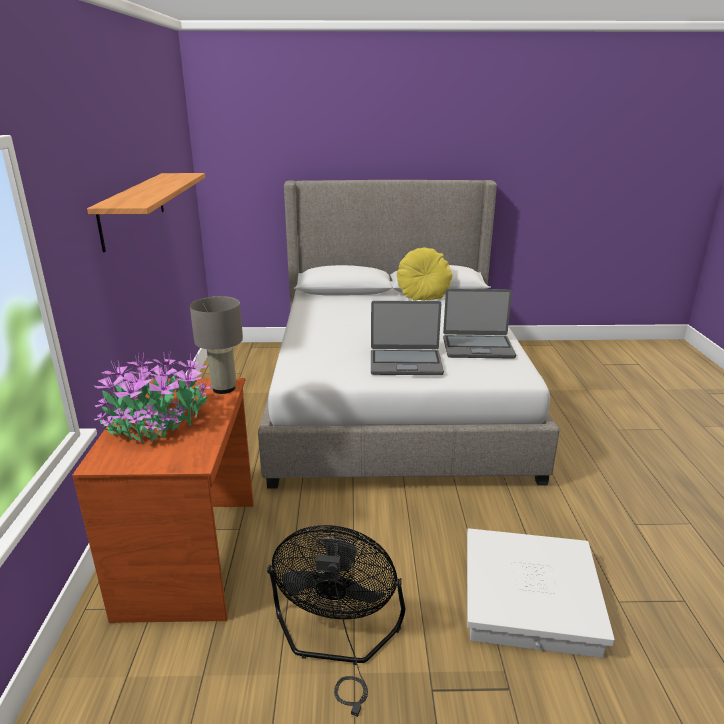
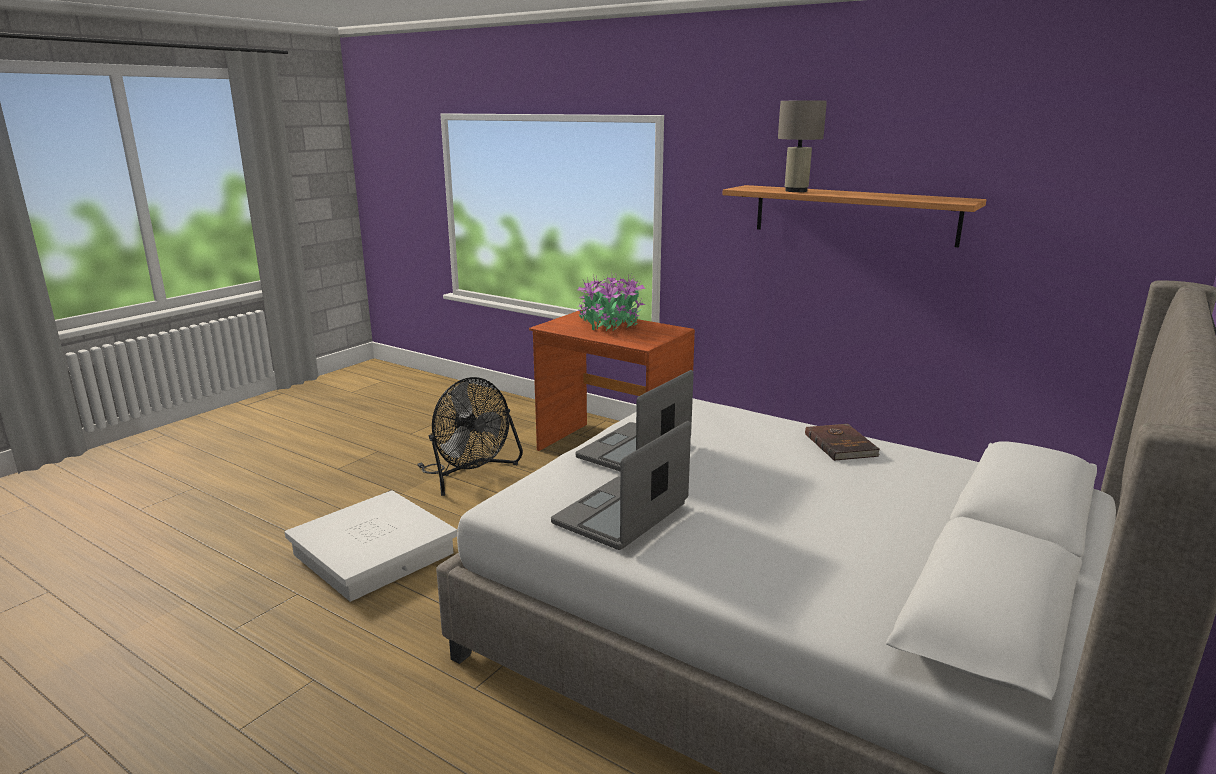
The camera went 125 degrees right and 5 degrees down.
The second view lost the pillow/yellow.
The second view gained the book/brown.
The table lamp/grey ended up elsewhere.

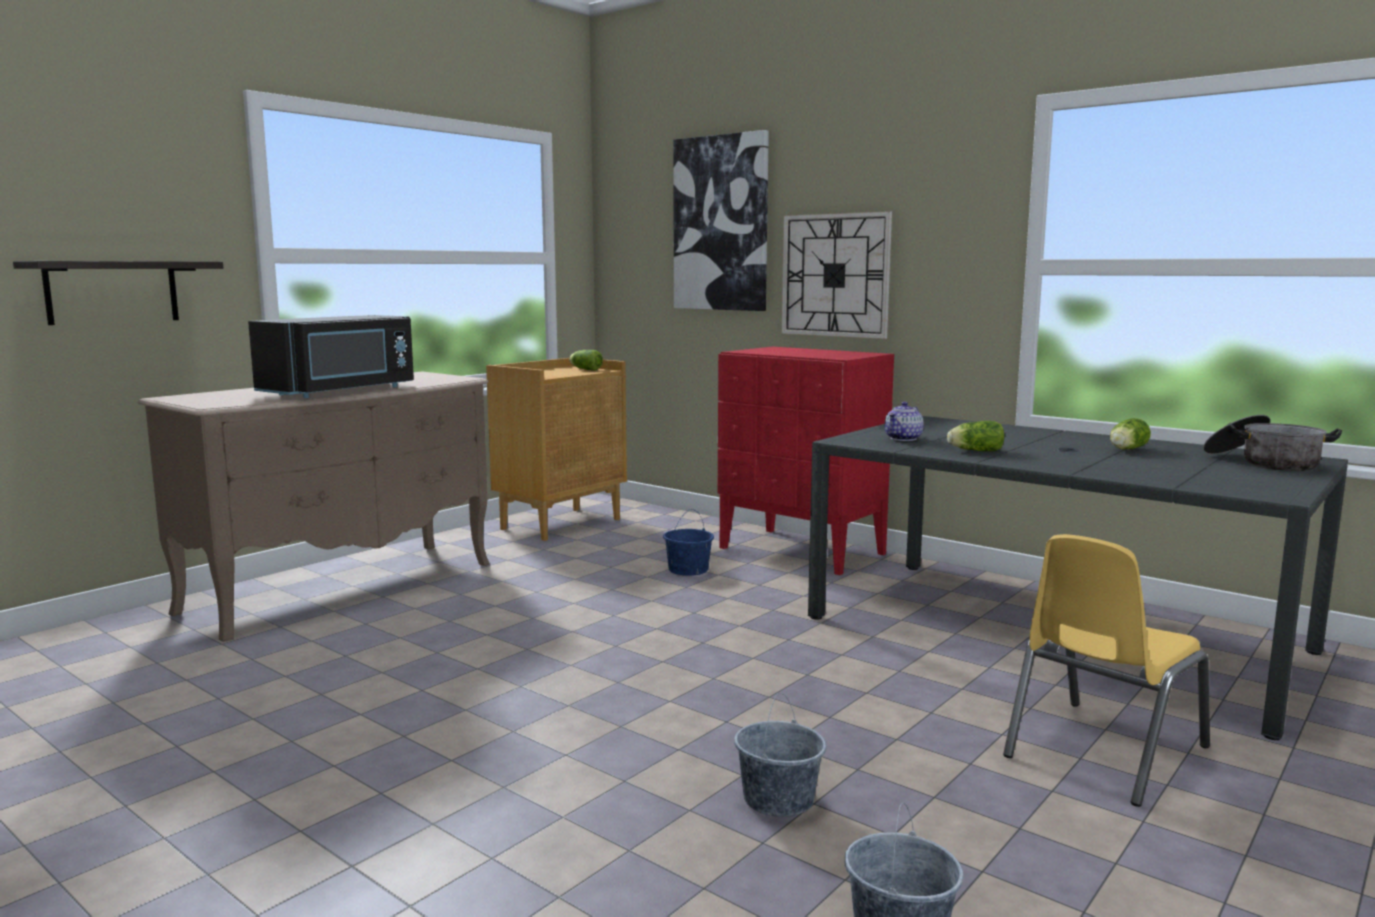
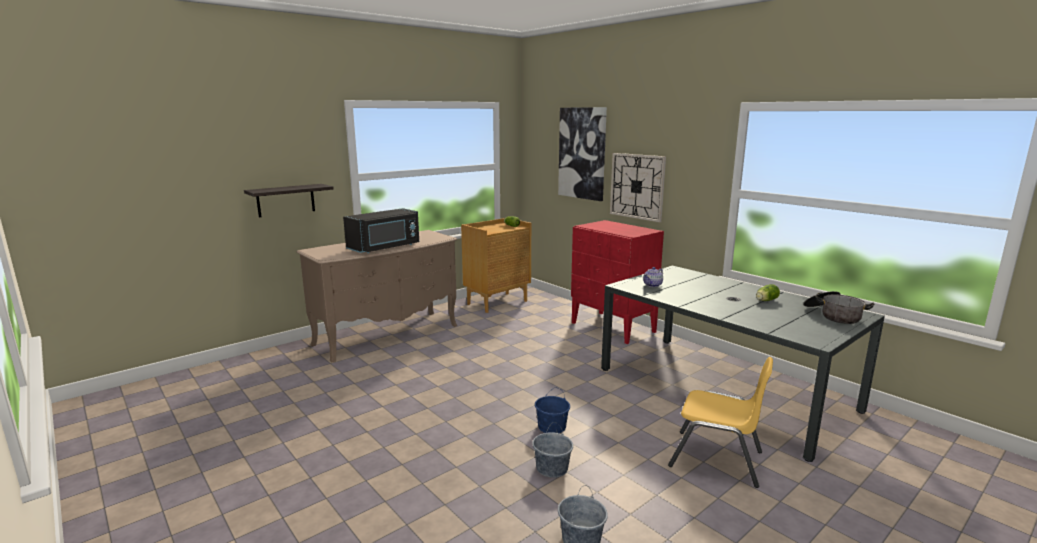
The camera went 10 degrees right and 5 degrees up.
The second view lost the lettuce (no. 2 from left).
The bucket/blue ended up elsewhere.
The chair/yellow ended up facing another way, 120 degrees counterclockwise from before.

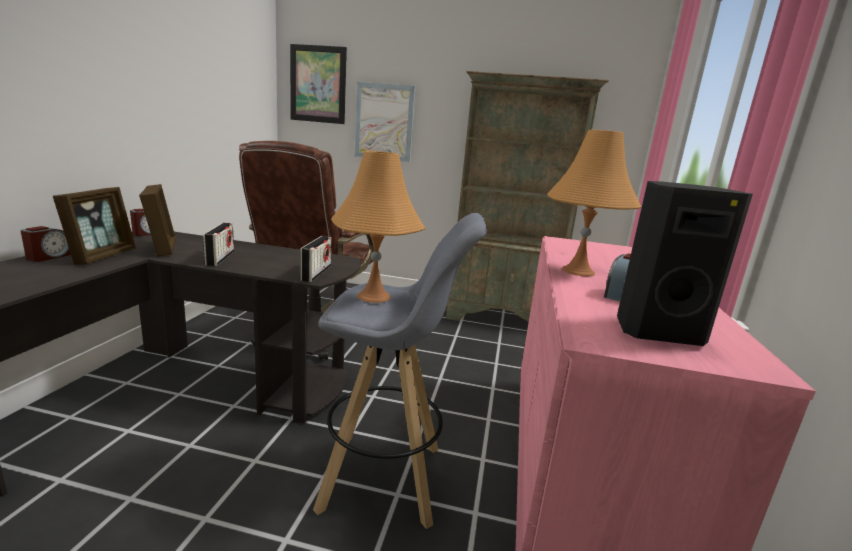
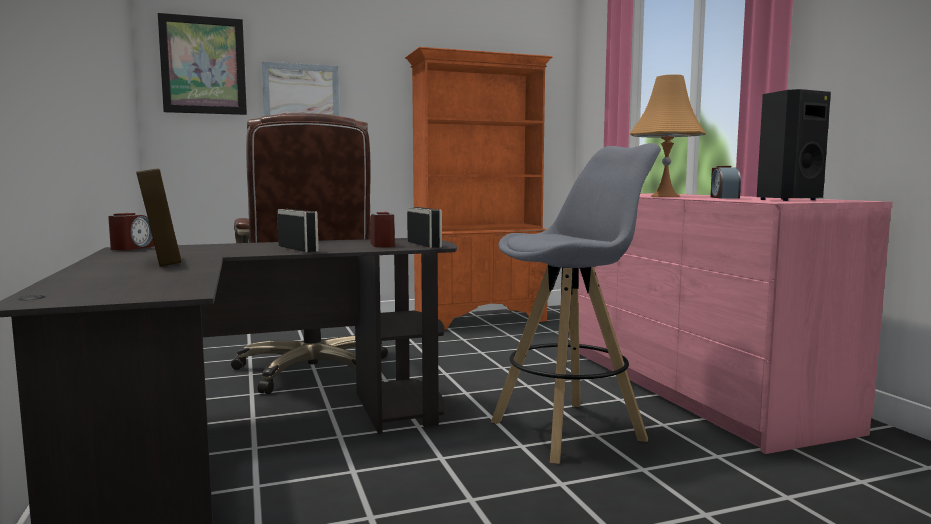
The camera went 30 degrees left and 10 degrees down.
The second view lost the picture frame (no. 2 from left).
The second view lost the table lamp/orange (no. 1 from left).
The alarm clock (no. 1 from left in the first image) ended up elsewhere.
What was the bookcase/green turned into the bookcase/orange.

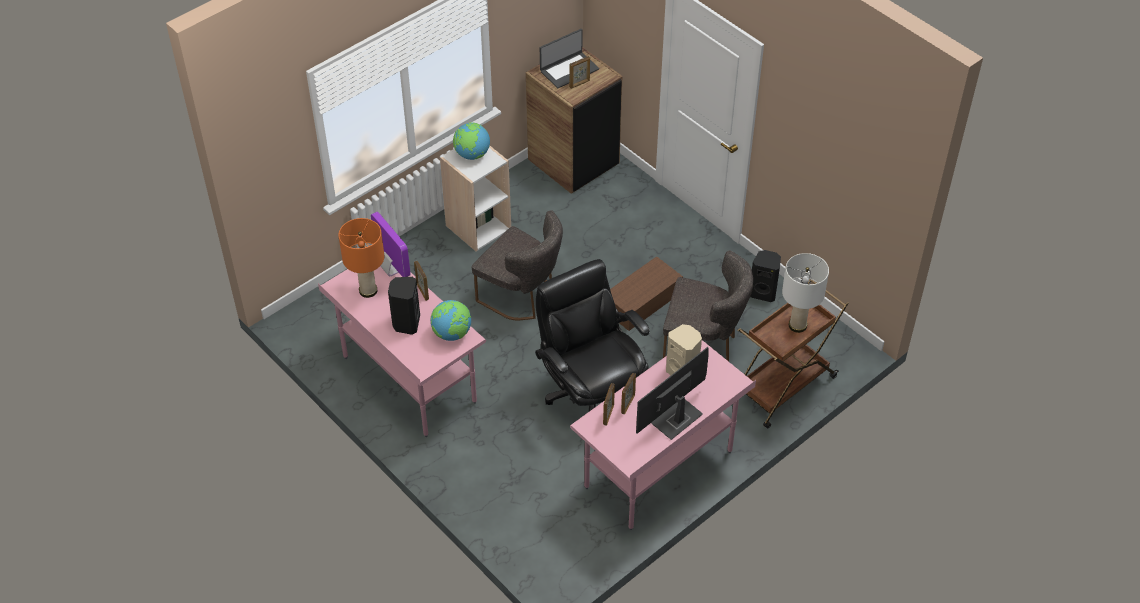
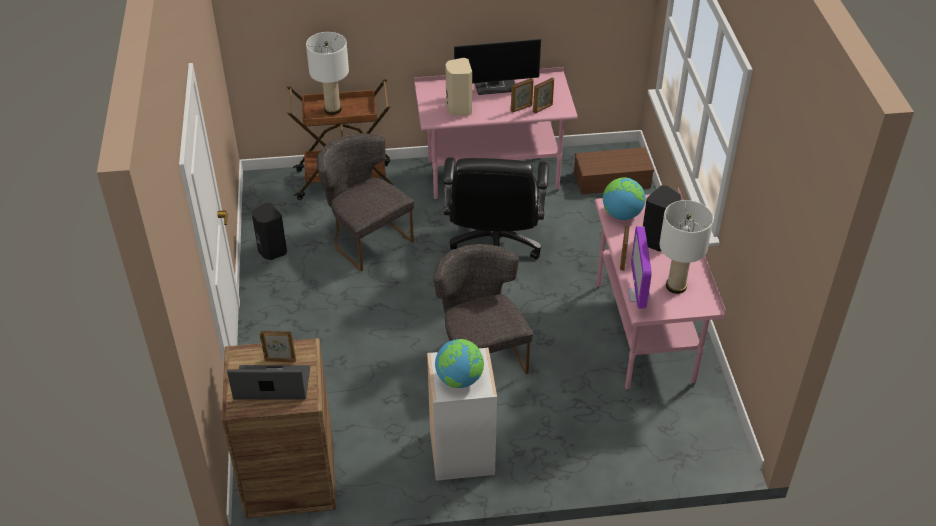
The camera went 145 degrees left and 5 degrees down.
The storage box/brown ended up elsewhere.
What was the table lamp/orange turned into the table lamp/white (no. 2 from left).

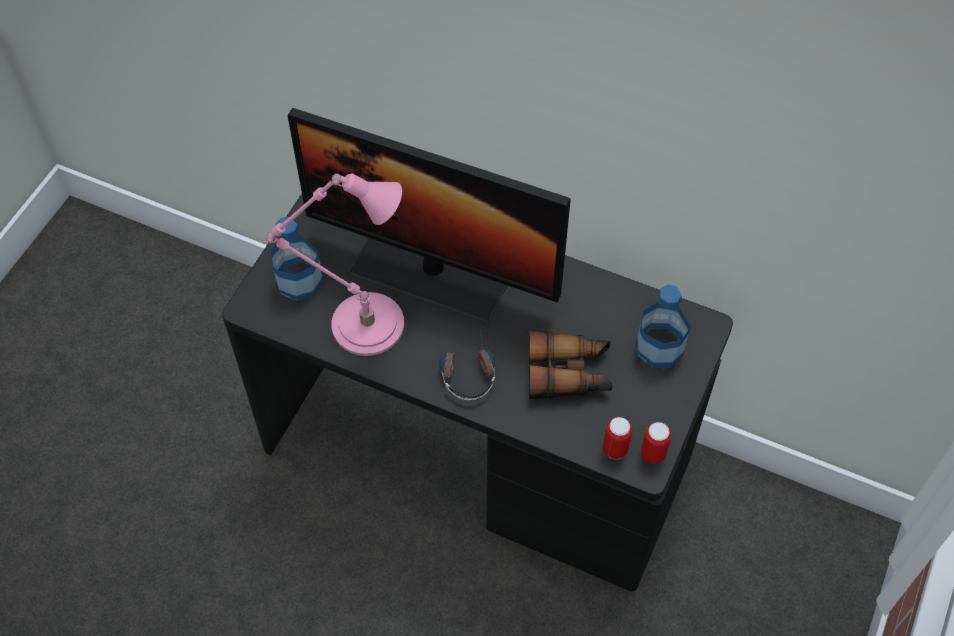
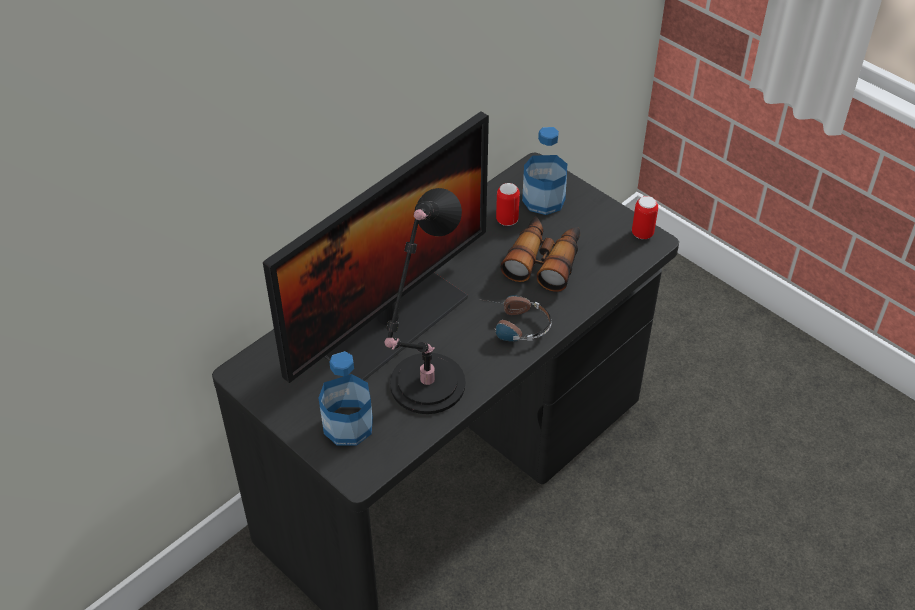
The camera went 70 degrees left and 10 degrees down.
The can (no. 1 from left) ended up elsewhere.
What was the table lamp/pink turned into the table lamp/black.

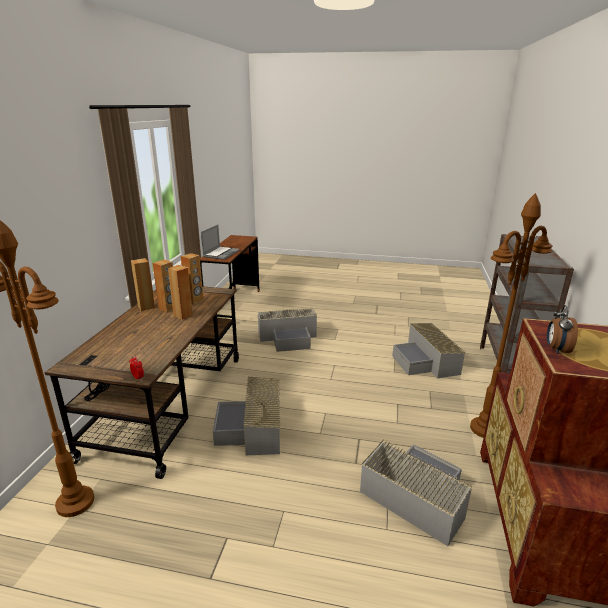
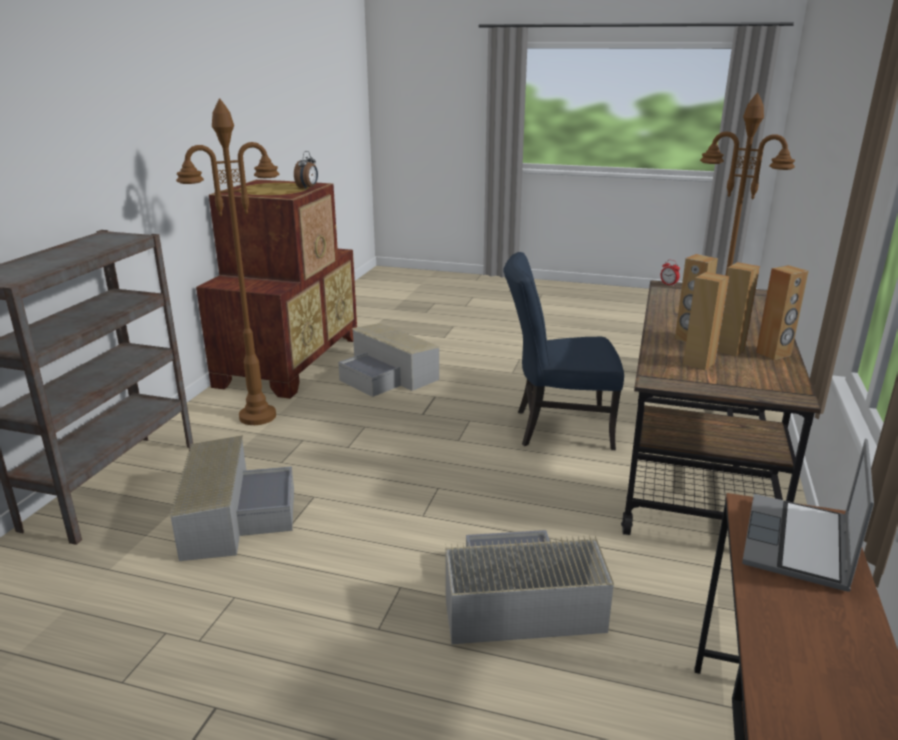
The camera went 175 degrees left and 0 degrees up.
Where the storage box/grey (no. 1 from left) stood, the chair/blue came to stand.

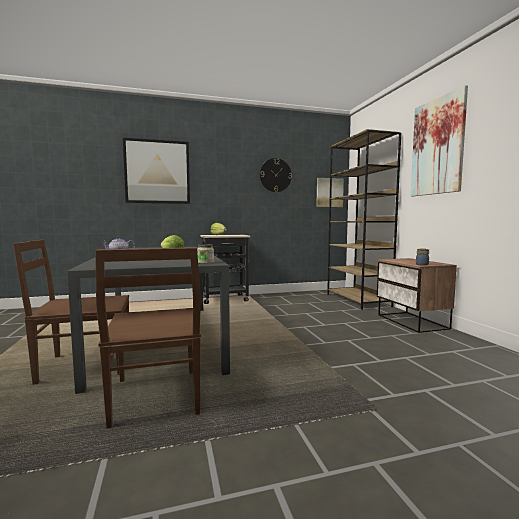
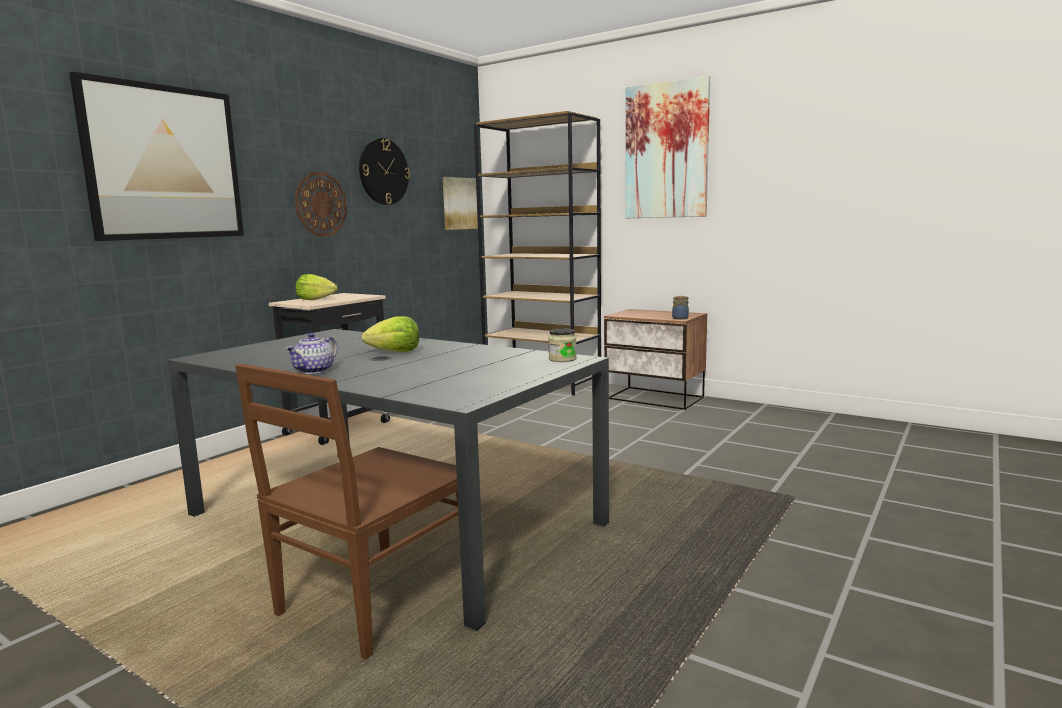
The camera went 40 degrees left and 5 degrees up.
The second view lost the chair/brown (no. 2 from left).
The second view gained the wall clock (no. 1 from left).

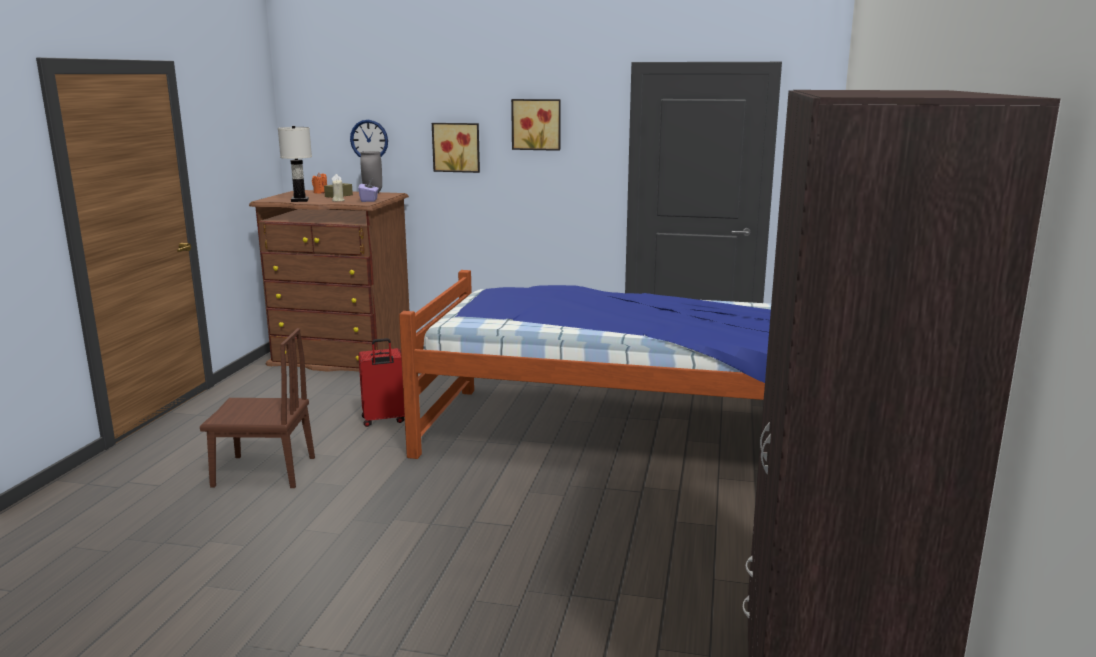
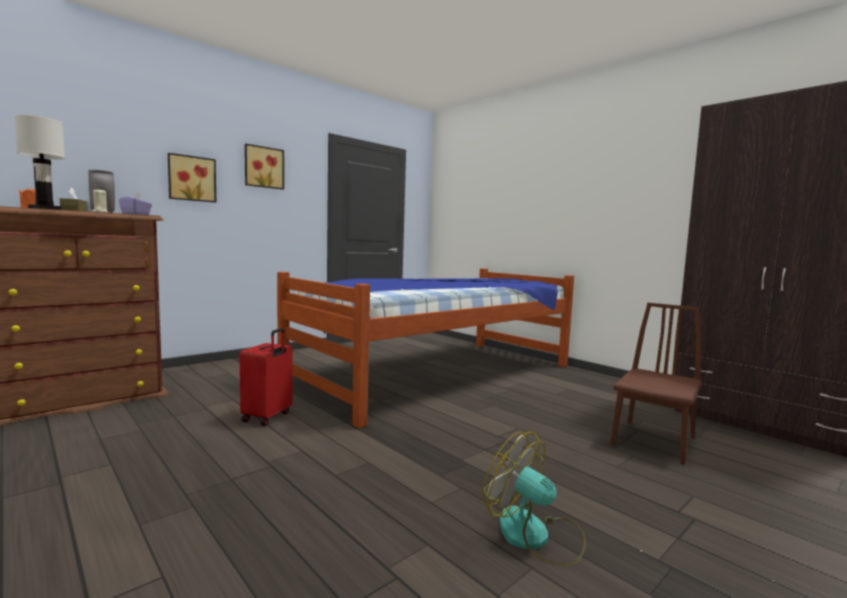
The camera went 55 degrees left and 10 degrees down.
The second view lost the wall clock.
The second view gained the fan.
The chair/brown ended up elsewhere.

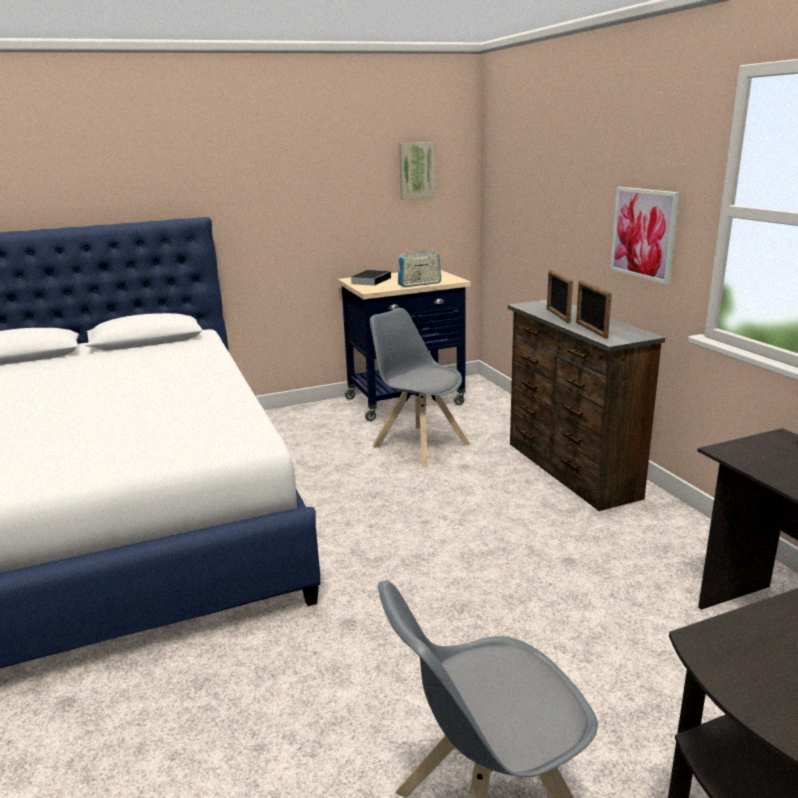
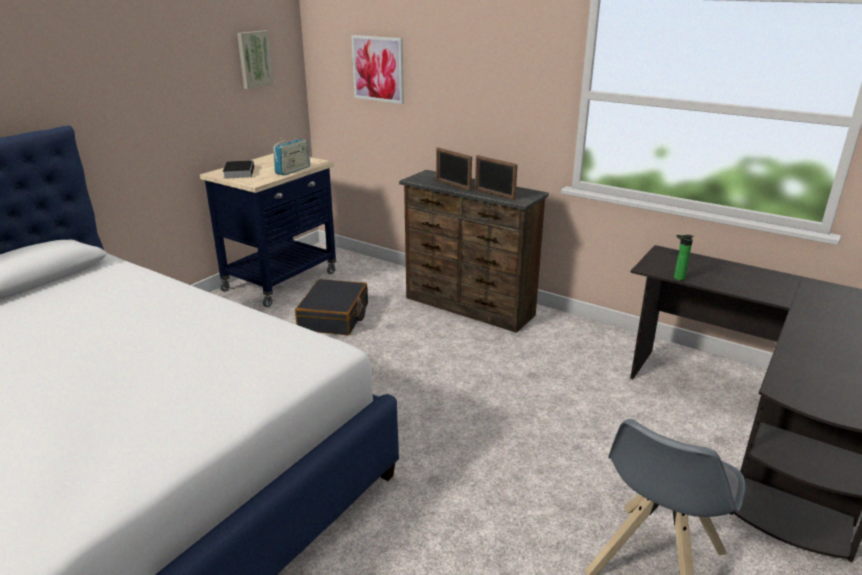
The camera went 35 degrees left and 5 degrees up.
The second view gained the bottle.
The picture (no. 2 from left) ended up elsewhere.
Where the chair/grey (no. 1 from left) stood, the suitcase/black came to stand.

